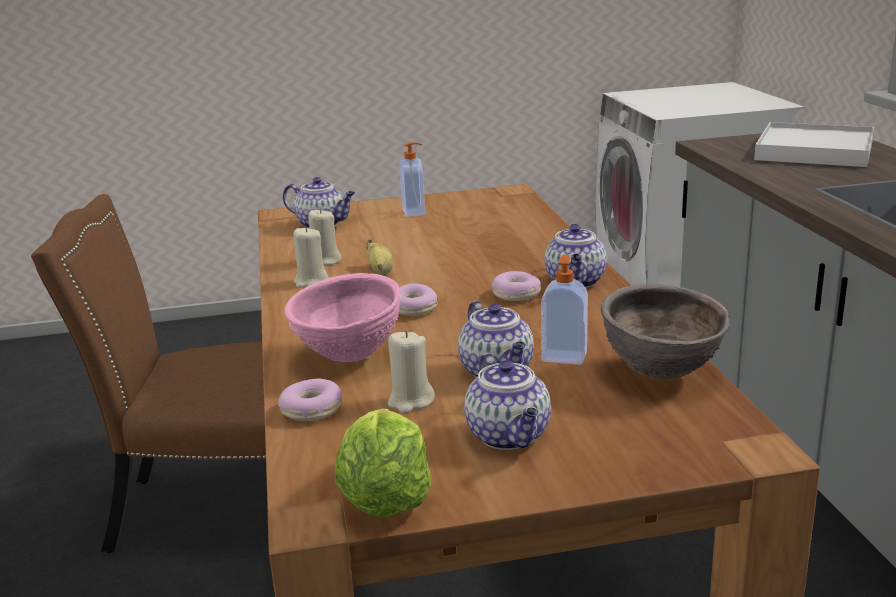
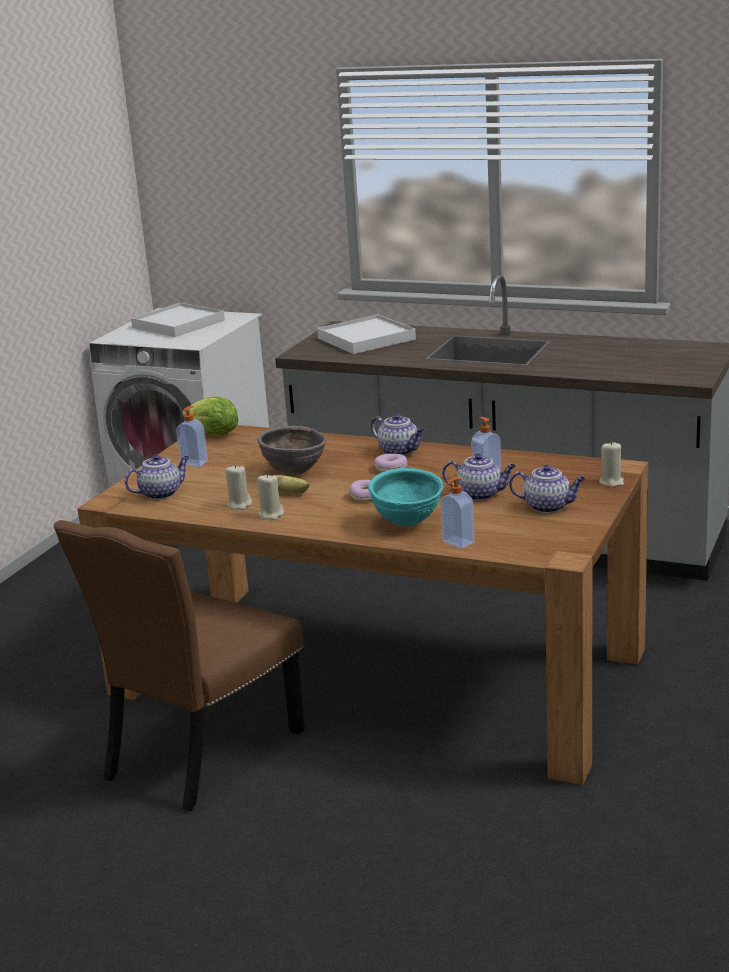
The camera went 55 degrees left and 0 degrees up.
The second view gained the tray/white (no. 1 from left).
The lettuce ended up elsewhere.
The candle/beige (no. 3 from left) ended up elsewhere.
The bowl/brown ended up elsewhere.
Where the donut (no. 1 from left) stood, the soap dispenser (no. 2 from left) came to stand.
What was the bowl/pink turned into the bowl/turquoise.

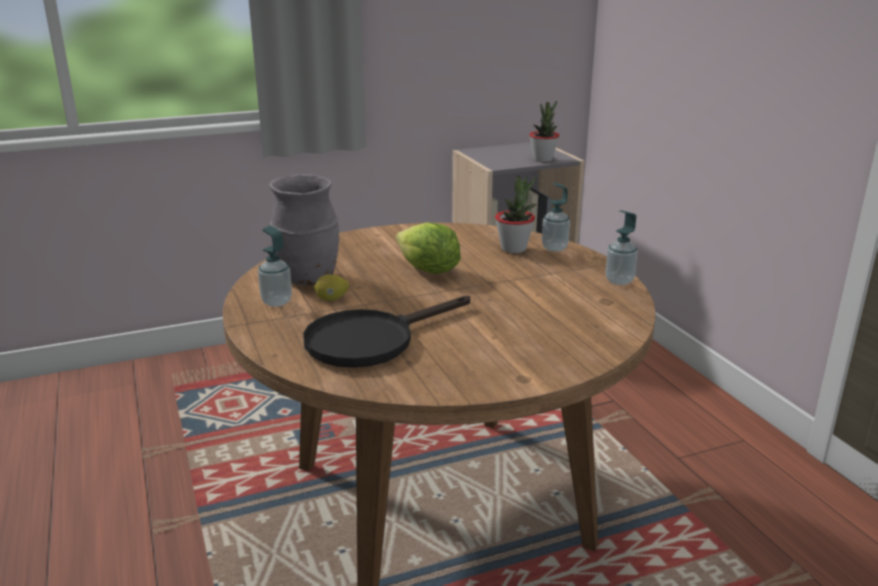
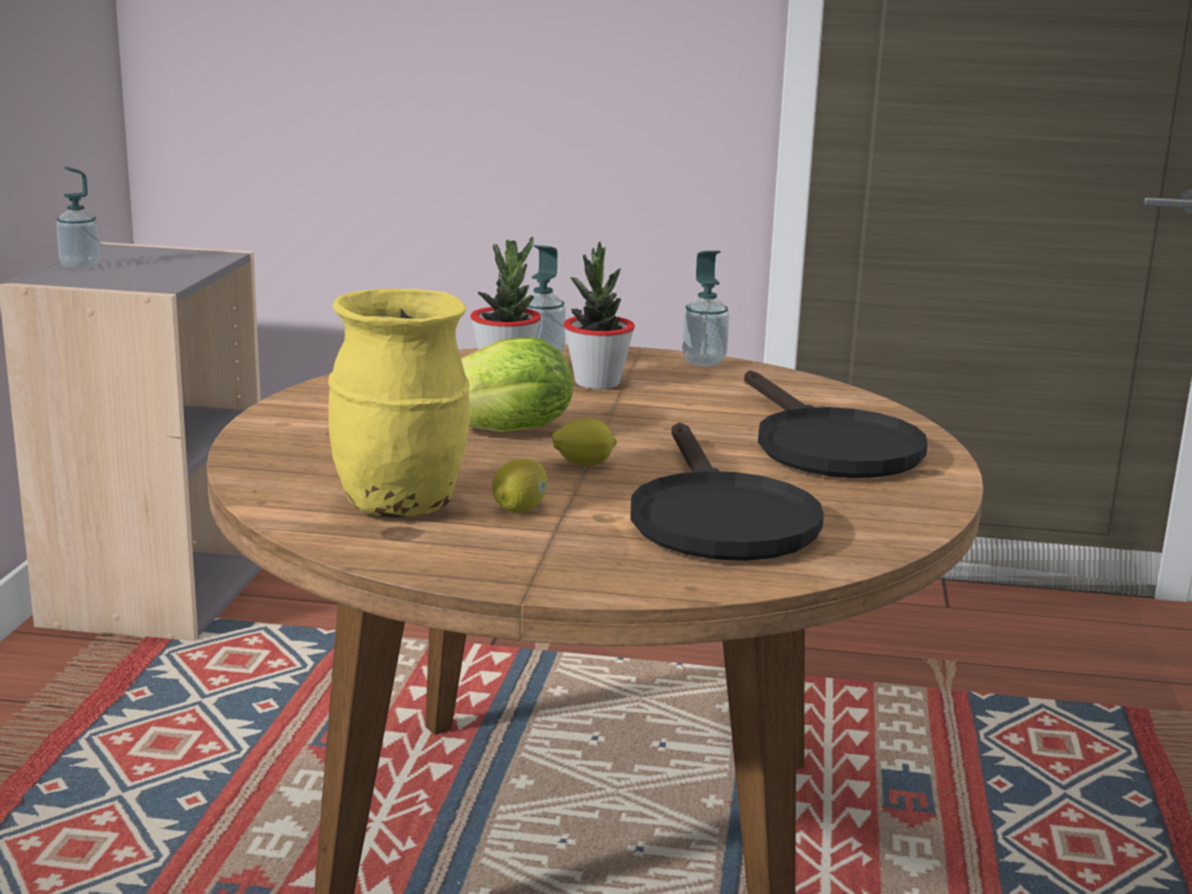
The camera went 60 degrees left and 5 degrees down.
The second view gained the lemon (no. 2 from left).
The second view gained the frying pan/black (no. 2 from left).
The soap dispenser (no. 1 from left) ended up elsewhere.
The potted plant (no. 2 from left) ended up elsewhere.
What was the vase/grey turned into the vase/yellow.

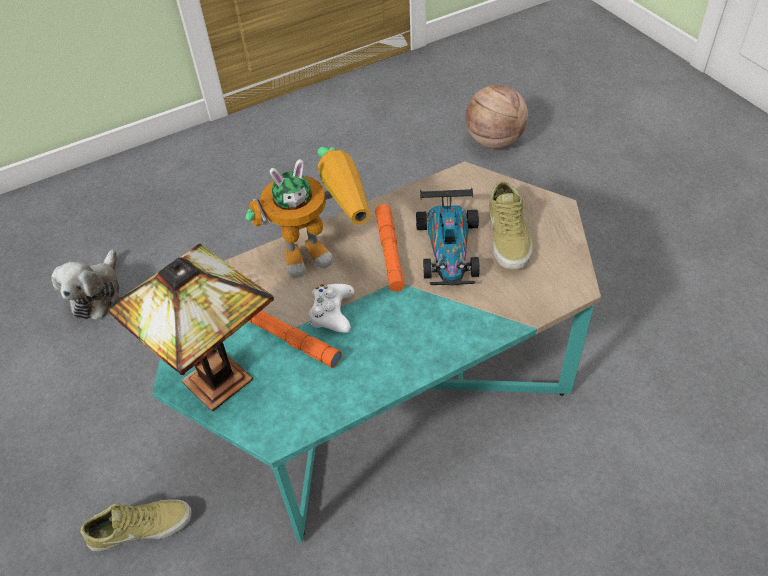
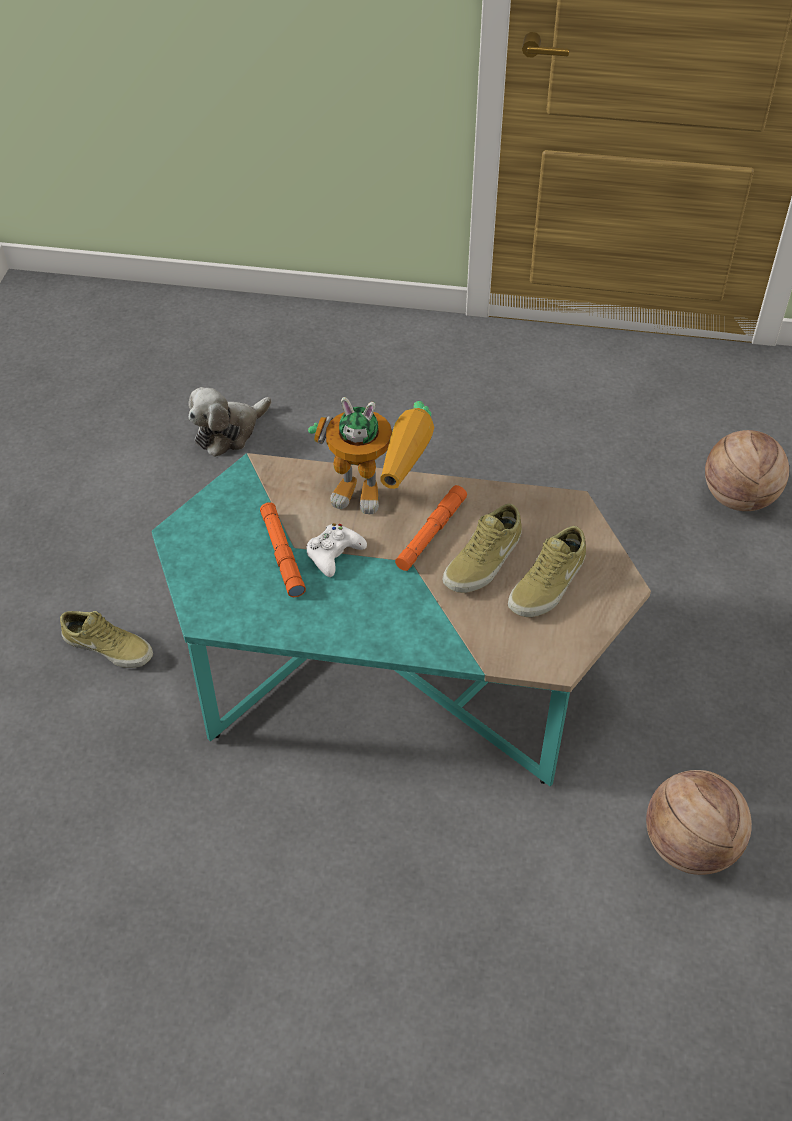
The camera went 35 degrees right and 0 degrees up.
The second view lost the table lamp.
The second view gained the basketball (no. 1 from left).
Where the toy car stood, the shoe/beige (no. 2 from left) came to stand.

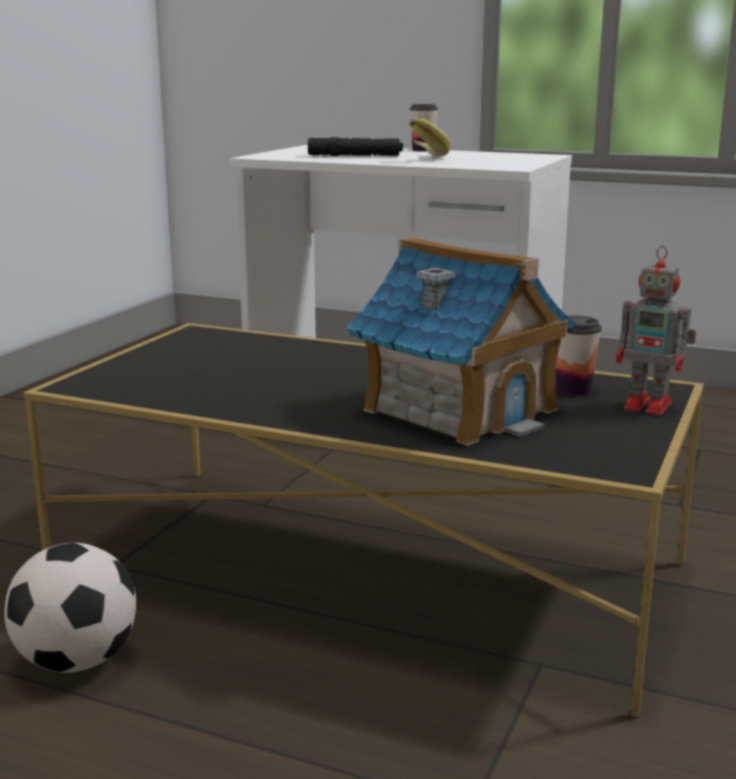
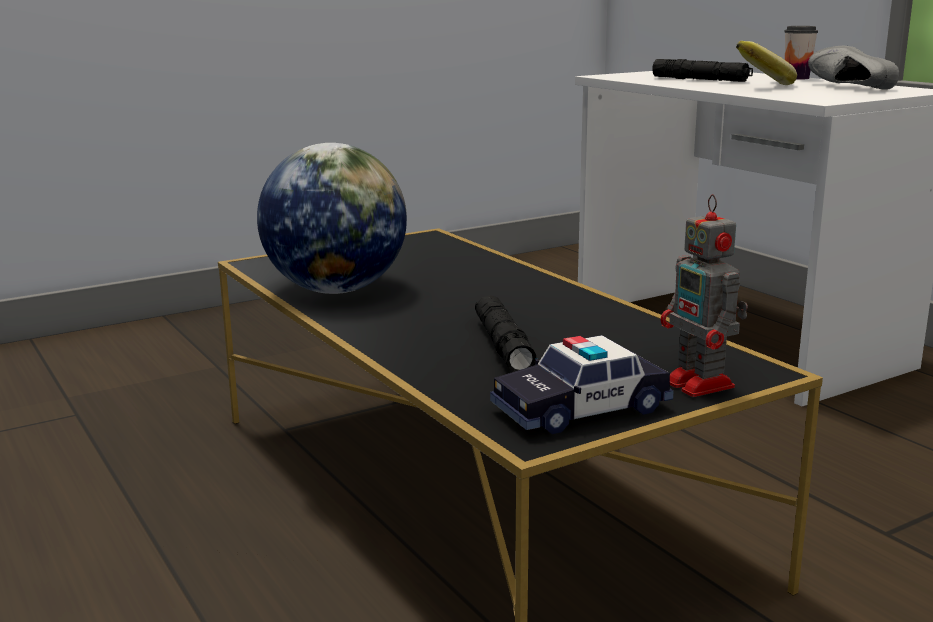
The camera went 35 degrees right and 0 degrees up.
The second view lost the football.
The second view lost the cup (no. 2 from left).
The second view gained the globe.
The second view gained the toy car.
The second view gained the shoe/grey.
Where the toy house stood, the flashlight/black (no. 1 from left) came to stand.

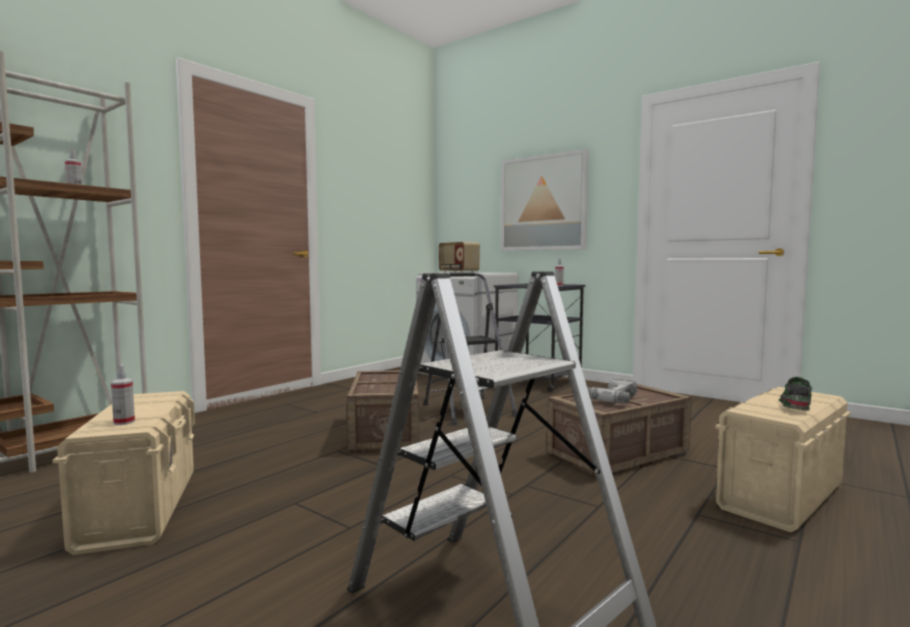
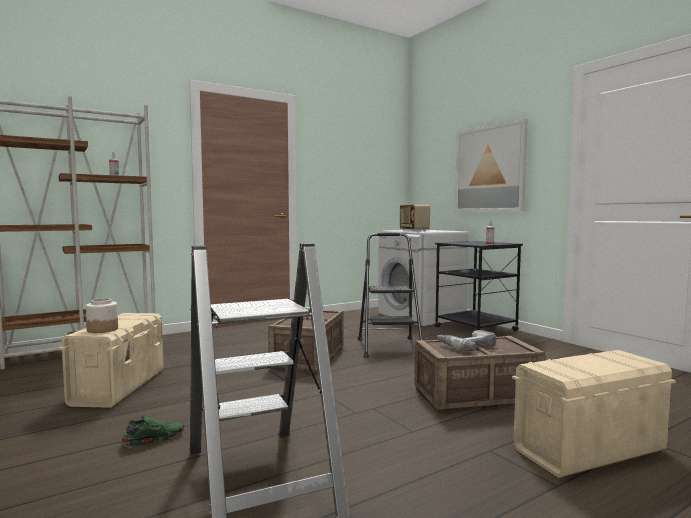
The camera went 20 degrees right and 0 degrees up.
The shoe/green ended up elsewhere.
Where the spray bottle (no. 2 from left) stood, the jar came to stand.

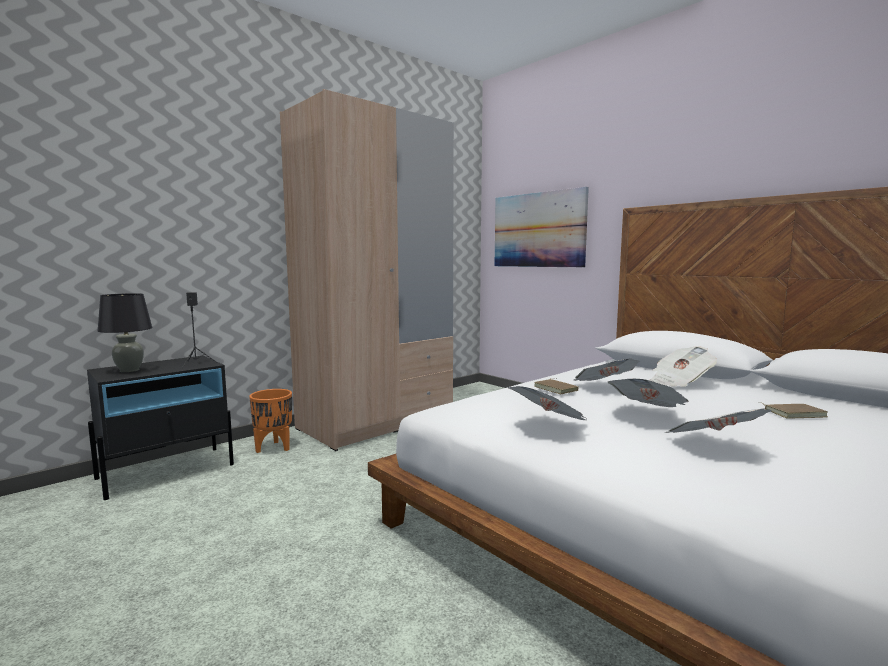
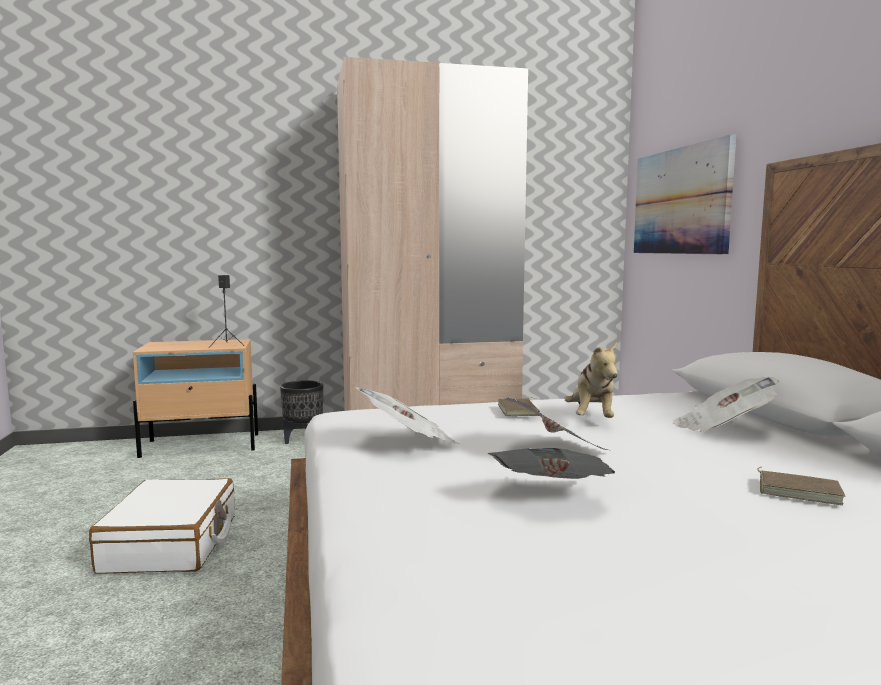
The camera went 30 degrees right and 0 degrees up.
The second view lost the table lamp/black.
The second view gained the suitcase/white.
Where the newspaper (no. 2 from left) stood, the plush toy came to stand.
What was the nightstand/black turned into the nightstand/beige.
What was the planter/orange turned into the planter/black.

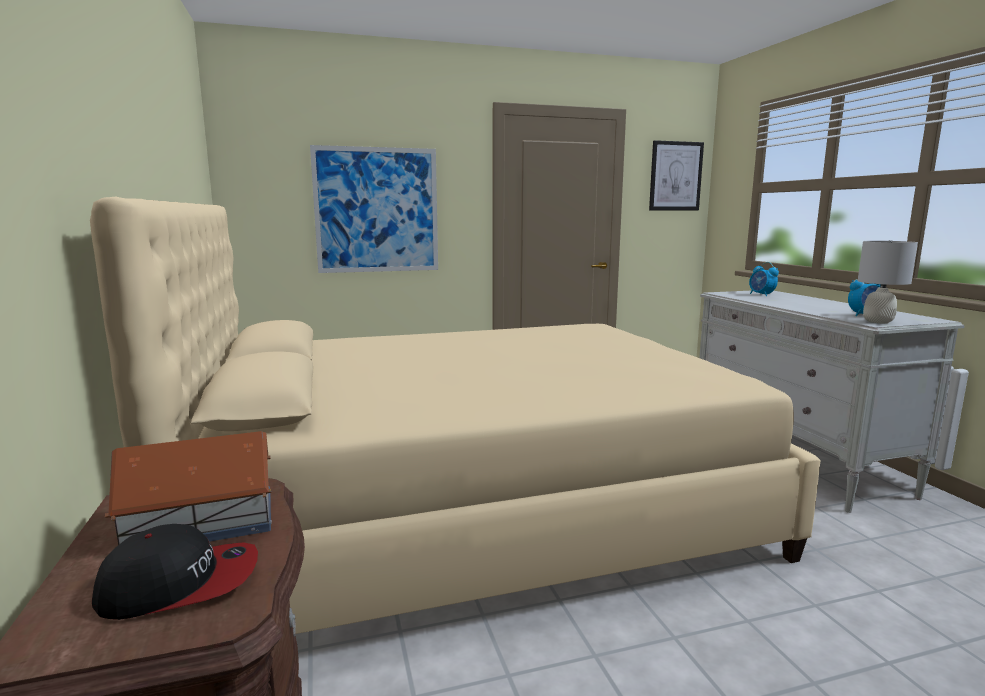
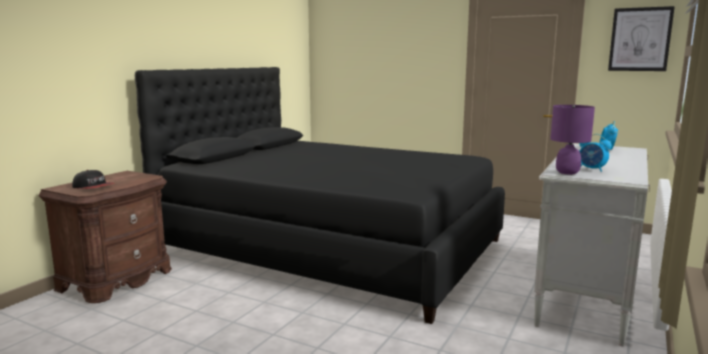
The camera went 45 degrees right and 0 degrees up.
The second view lost the toy house.
The second view lost the picture (no. 1 from left).
What was the bed/beige turned into the bed/black.
What was the table lamp/grey turned into the table lamp/purple.

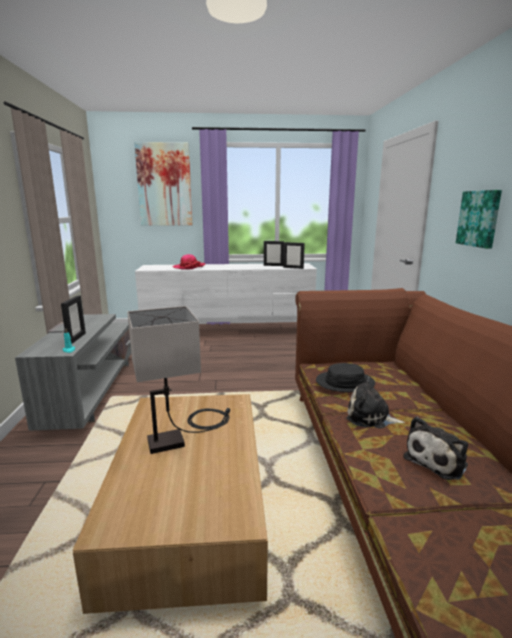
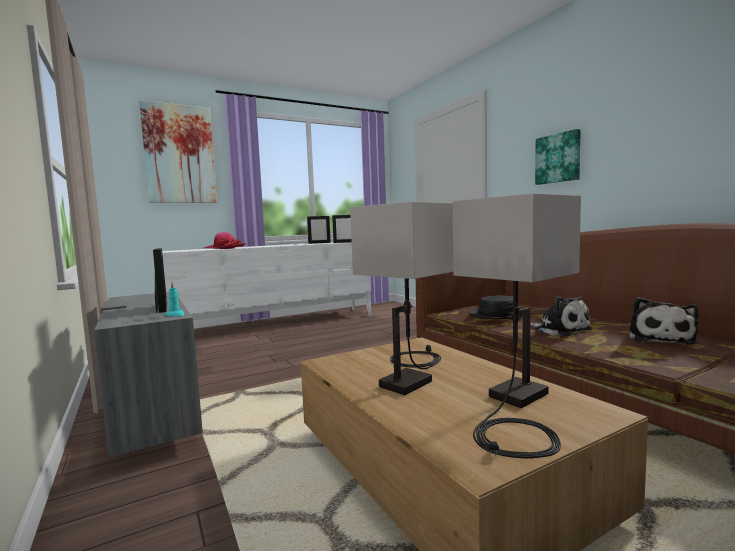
The camera went 25 degrees left and 10 degrees down.
The second view gained the table lamp (no. 2 from left).
The plush toy (no. 1 from left) ended up facing another way, 120 degrees counterclockwise from before.

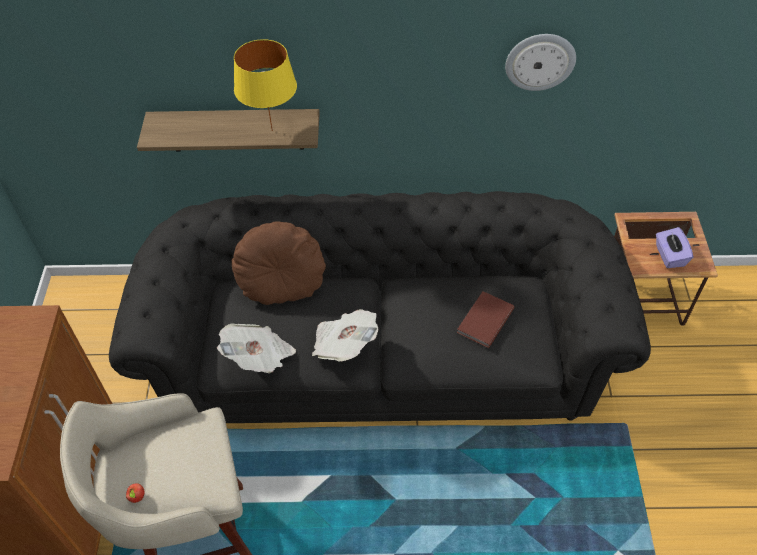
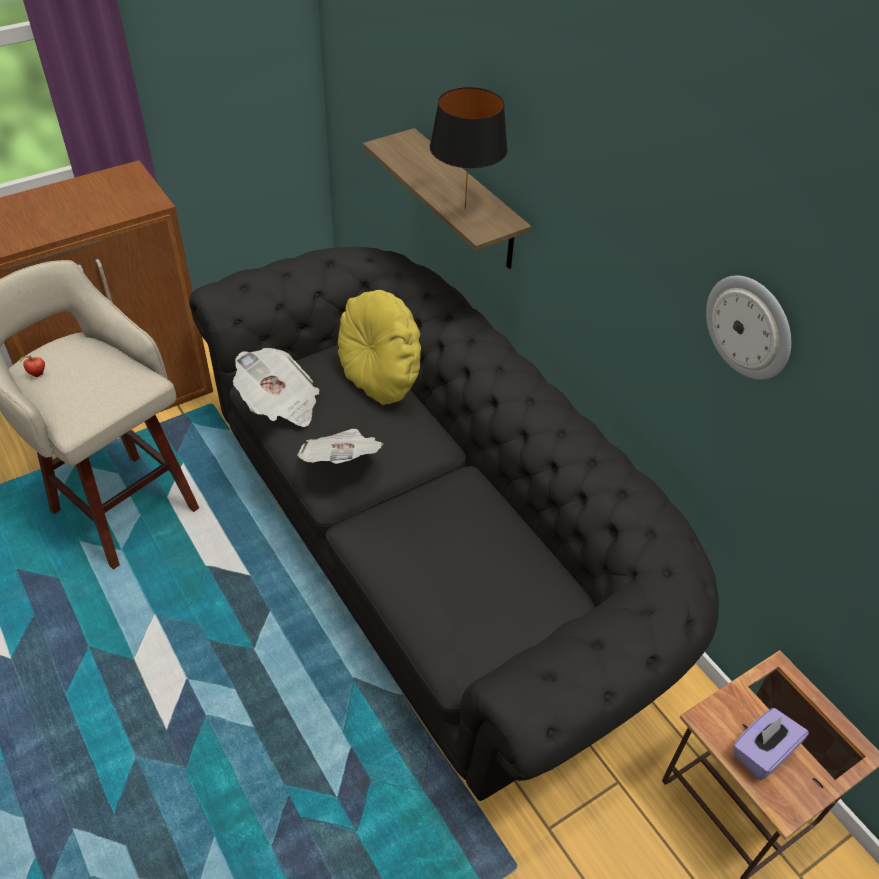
The camera went 55 degrees right and 5 degrees down.
The second view lost the book/brown.
What was the pillow/brown turned into the pillow/yellow.
What was the table lamp/yellow turned into the table lamp/black.

